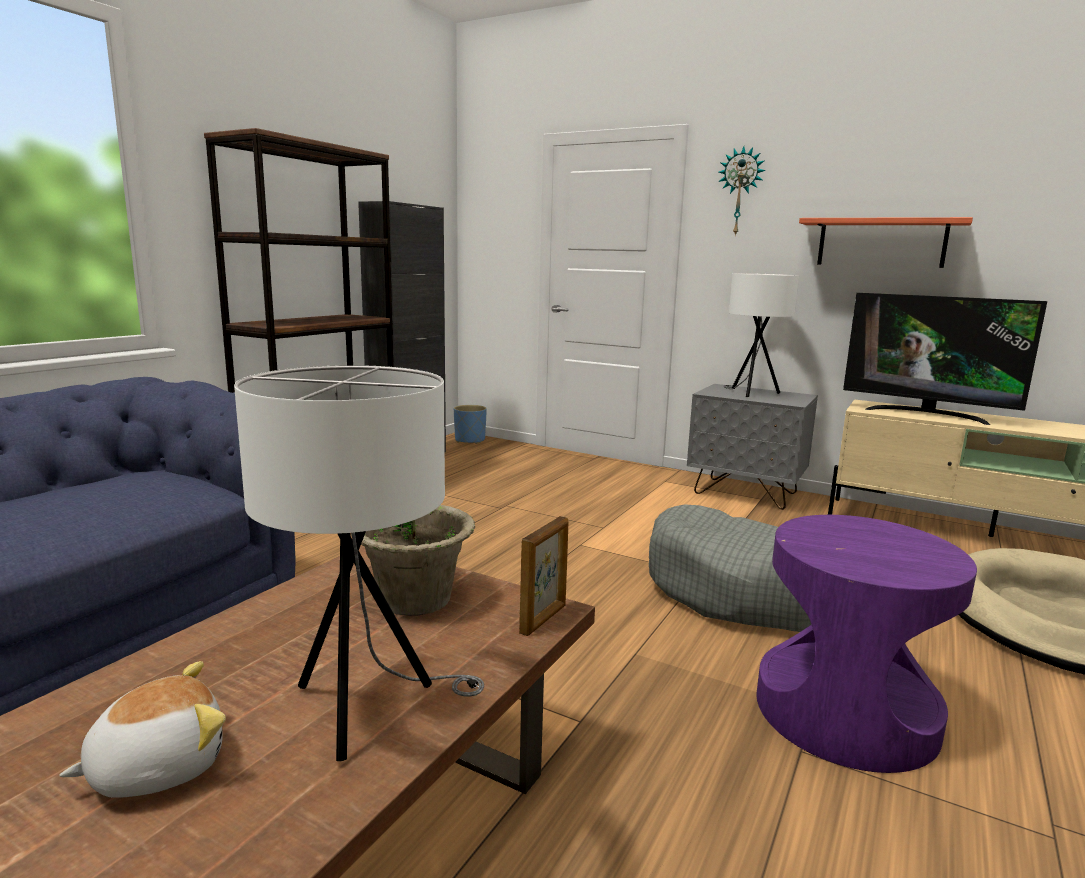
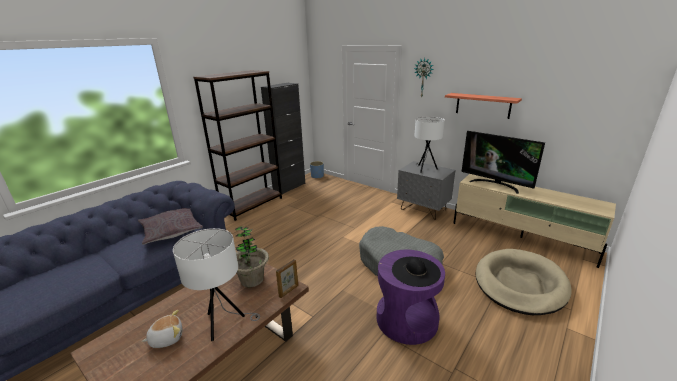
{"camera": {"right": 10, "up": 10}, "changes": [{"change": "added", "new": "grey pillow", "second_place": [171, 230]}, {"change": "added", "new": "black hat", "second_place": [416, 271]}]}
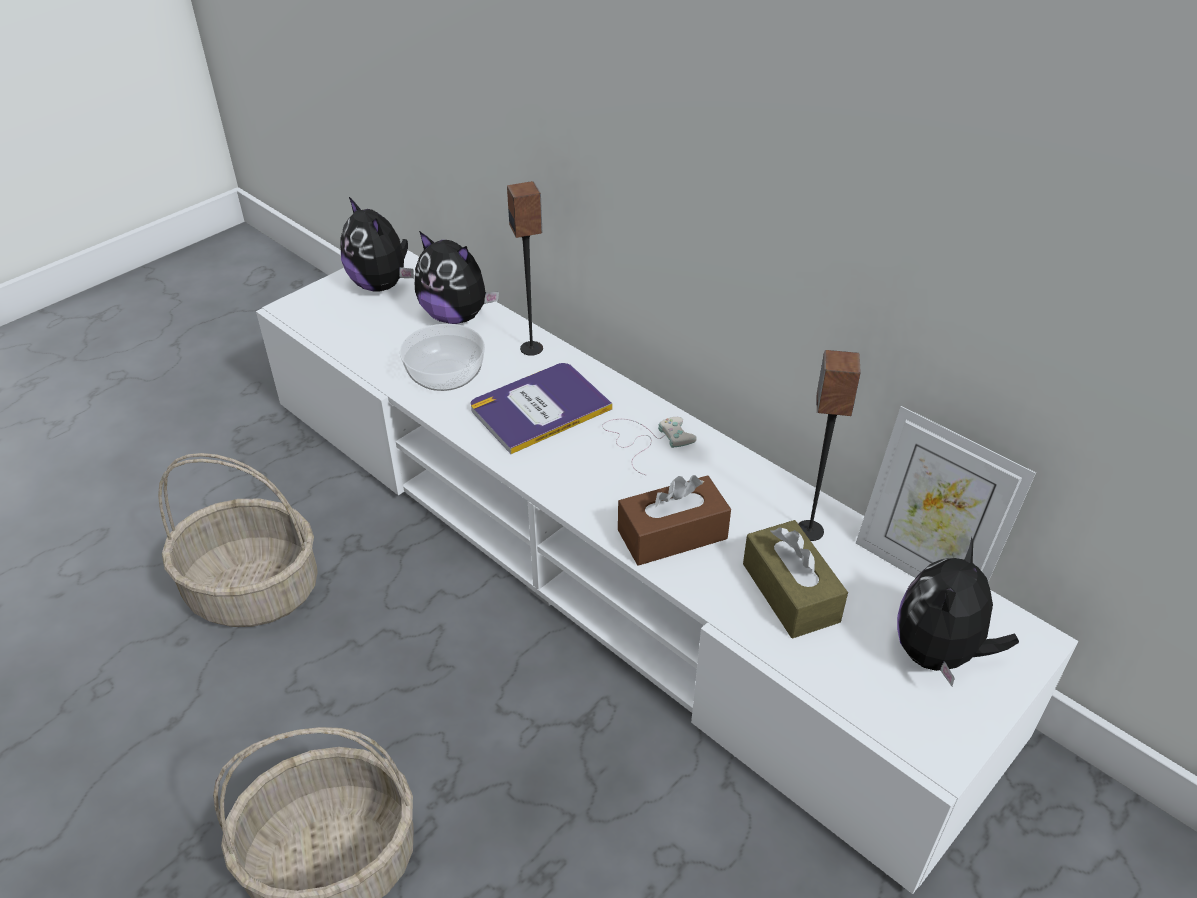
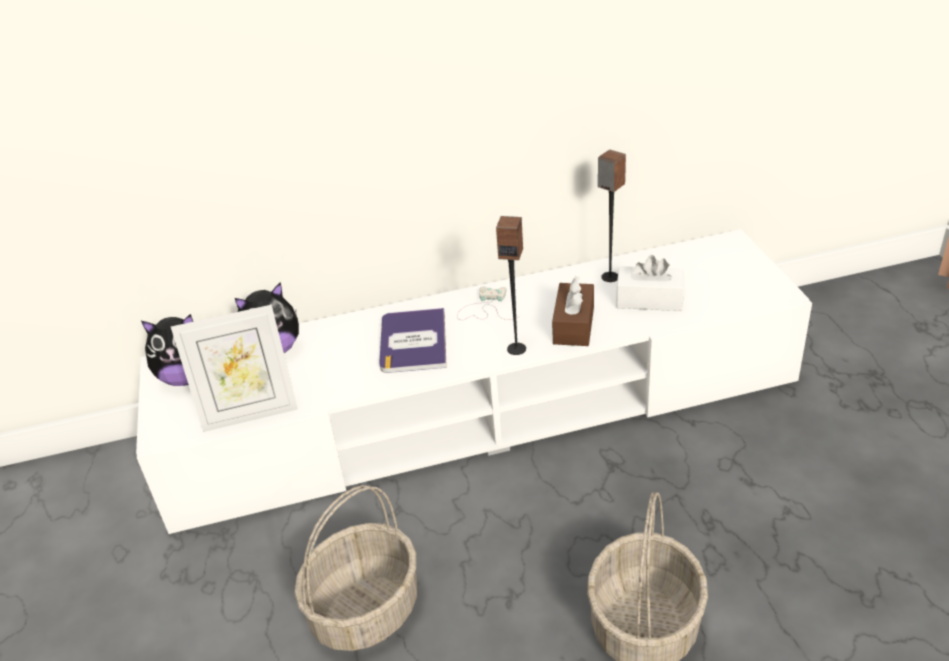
{"camera": {"right": -55, "up": -5}, "changes": [{"change": "moved", "old": "speaker", "first_place": [532, 348], "second_place": [516, 348]}, {"change": "removed", "old": "bowl", "first_place": [446, 375]}, {"change": "moved", "old": "picture frame", "first_place": [920, 568], "second_place": [250, 414]}, {"change": "recoloured", "old": "brown tissue box", "new": "white tissue box", "first_place": [790, 592], "second_place": [649, 299]}, {"change": "removed", "old": "plush toy", "first_place": [939, 654]}]}
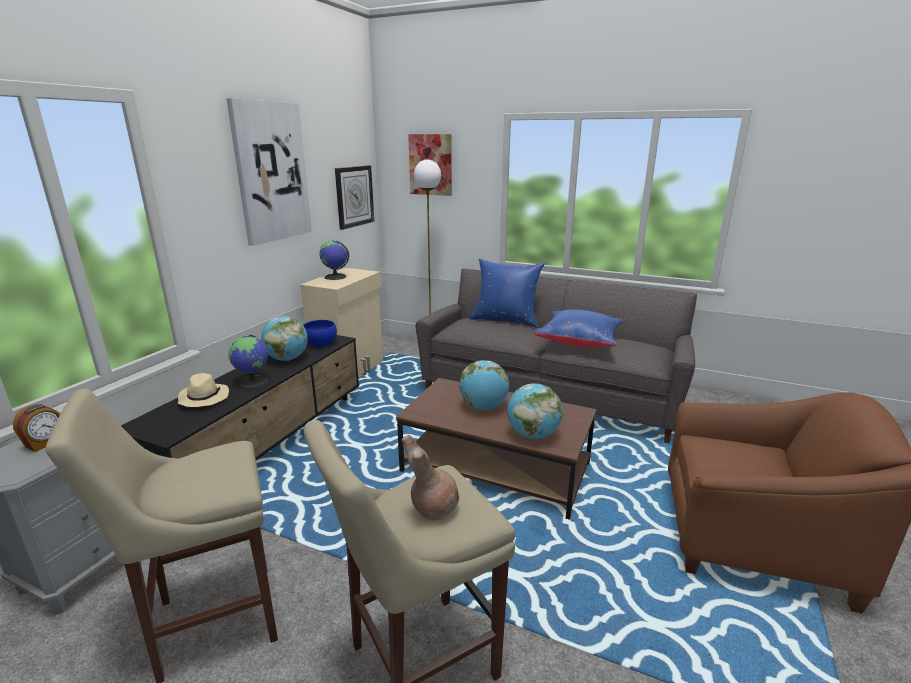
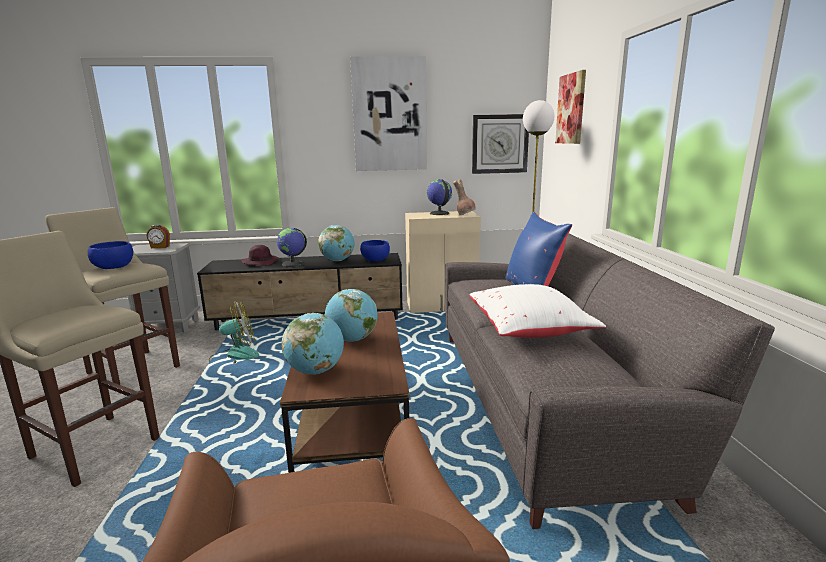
{"camera": {"right": 60, "up": -5}, "changes": [{"change": "recoloured", "old": "blue pillow", "new": "white pillow", "first_place": [579, 342], "second_place": [530, 330]}, {"change": "recoloured", "old": "beige hat", "new": "purple hat", "first_place": [203, 398], "second_place": [261, 262]}, {"change": "moved", "old": "brown vase", "first_place": [432, 509], "second_place": [465, 215]}, {"change": "added", "new": "blue bowl", "second_place": [113, 267]}, {"change": "added", "new": "fan", "second_place": [234, 356]}]}
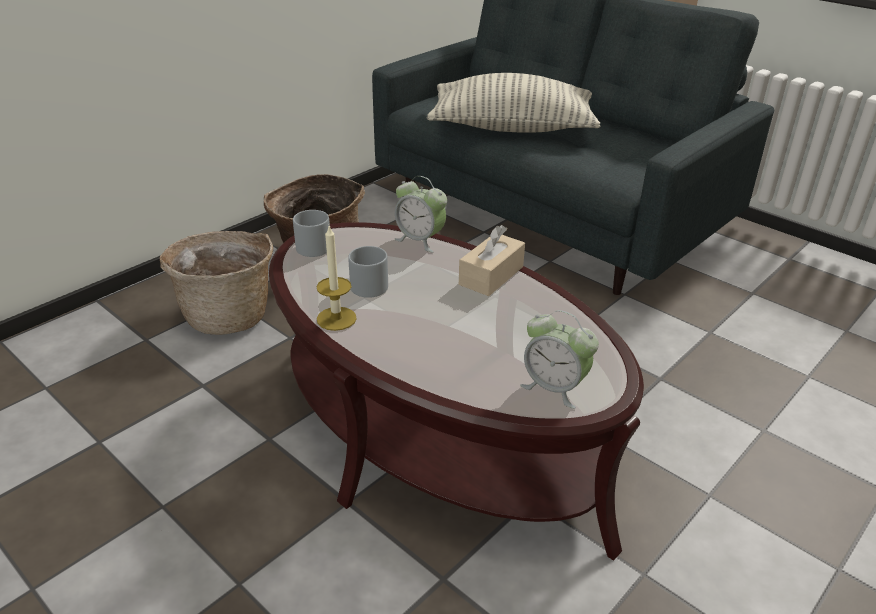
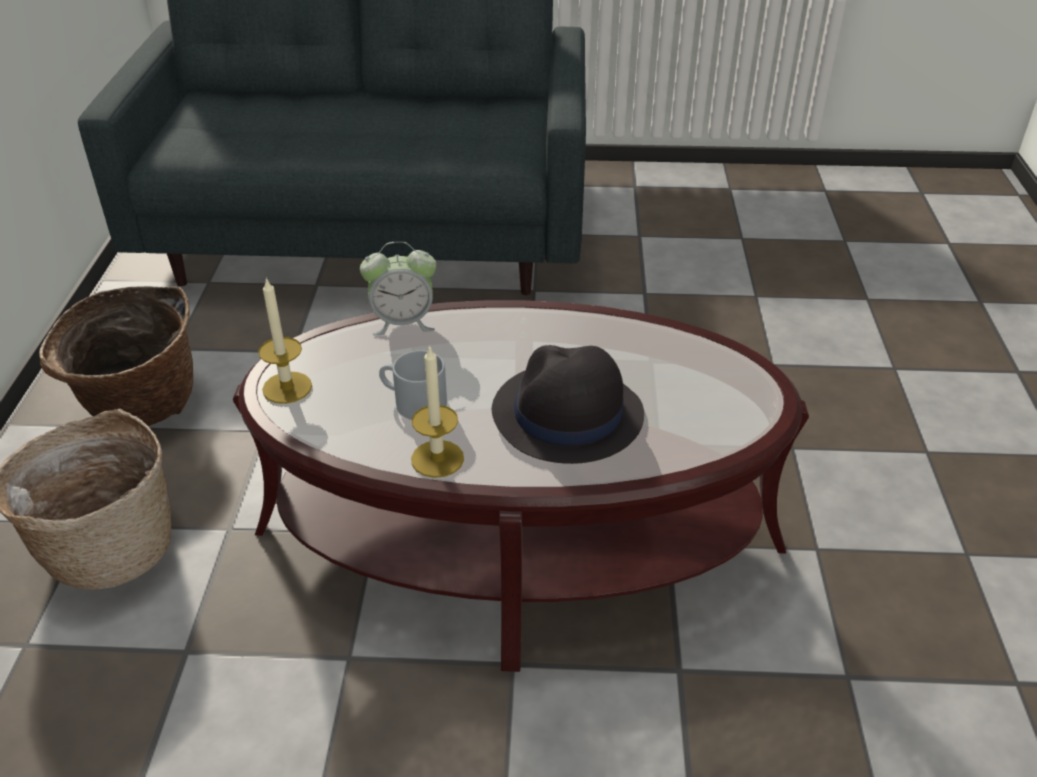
{"camera": {"right": -40, "up": 5}, "changes": [{"change": "removed", "old": "pillow", "first_place": [512, 128]}, {"change": "replaced", "old": "grey mug", "new": "candle", "first_place": [313, 245], "second_place": [287, 387]}, {"change": "removed", "old": "beige tissue box", "first_place": [491, 276]}, {"change": "removed", "old": "alarm clock", "first_place": [554, 388]}, {"change": "added", "new": "black hat", "second_place": [566, 415]}]}
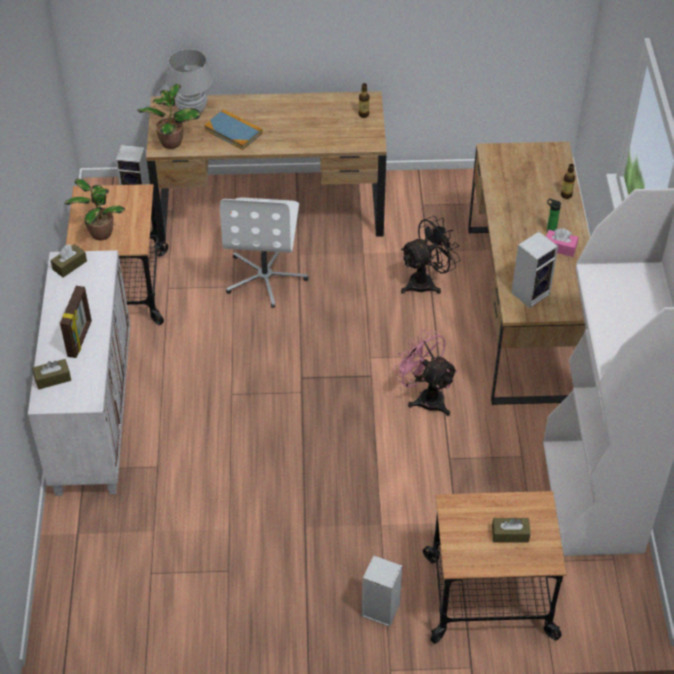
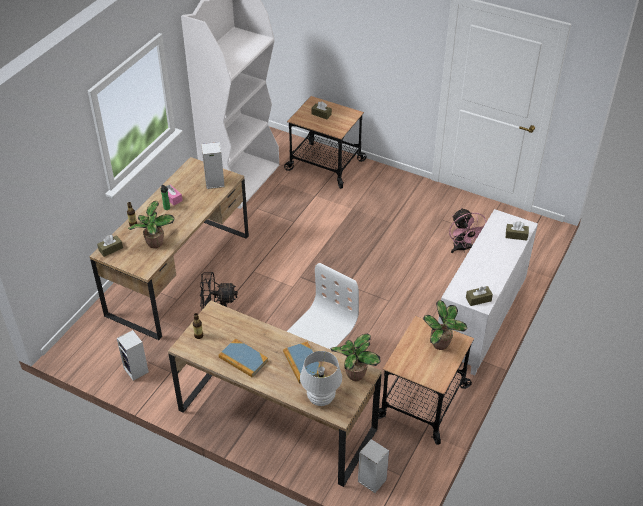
{"camera": {"right": -150, "up": -5}, "changes": [{"change": "removed", "old": "picture frame", "first_place": [80, 339]}, {"change": "moved", "old": "pink fan", "first_place": [425, 397], "second_place": [463, 249]}, {"change": "moved", "old": "speaker", "first_place": [379, 610], "second_place": [137, 371]}, {"change": "added", "new": "potted plant", "second_place": [154, 244]}, {"change": "added", "new": "brown tissue box", "second_place": [111, 249]}, {"change": "added", "new": "book", "second_place": [243, 359]}]}
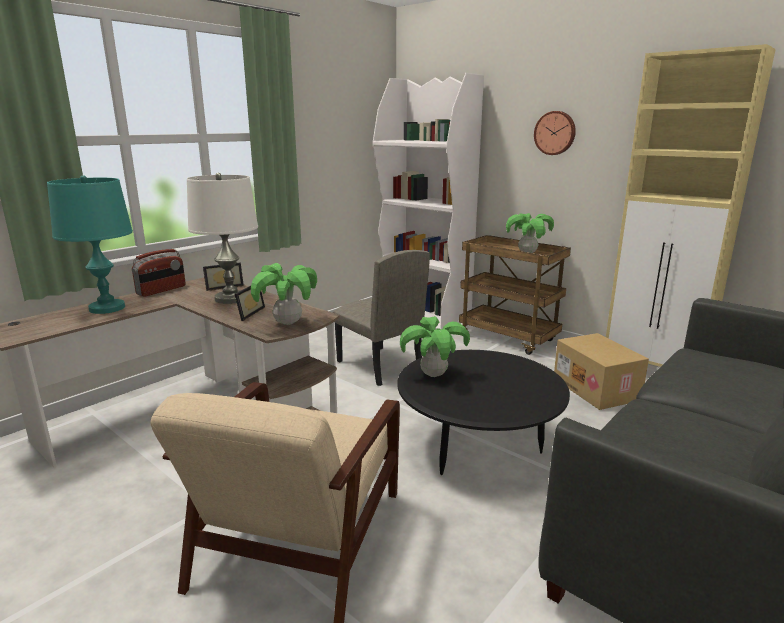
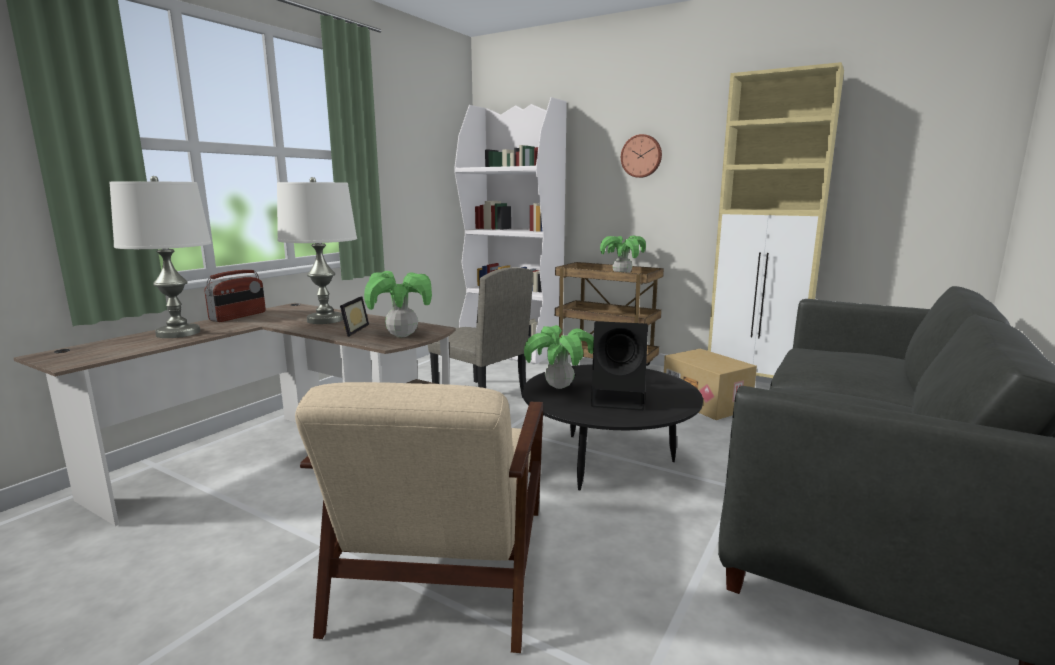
{"camera": {"right": -10, "up": -5}, "changes": [{"change": "recoloured", "old": "turquoise table lamp", "new": "white table lamp", "first_place": [107, 308], "second_place": [178, 333]}, {"change": "removed", "old": "picture frame", "first_place": [224, 286]}, {"change": "added", "new": "black speaker", "second_place": [620, 399]}]}
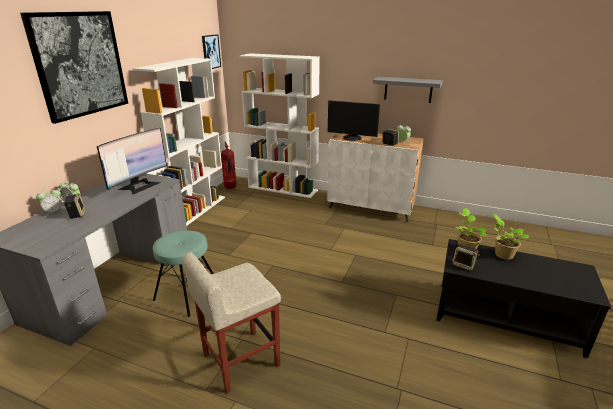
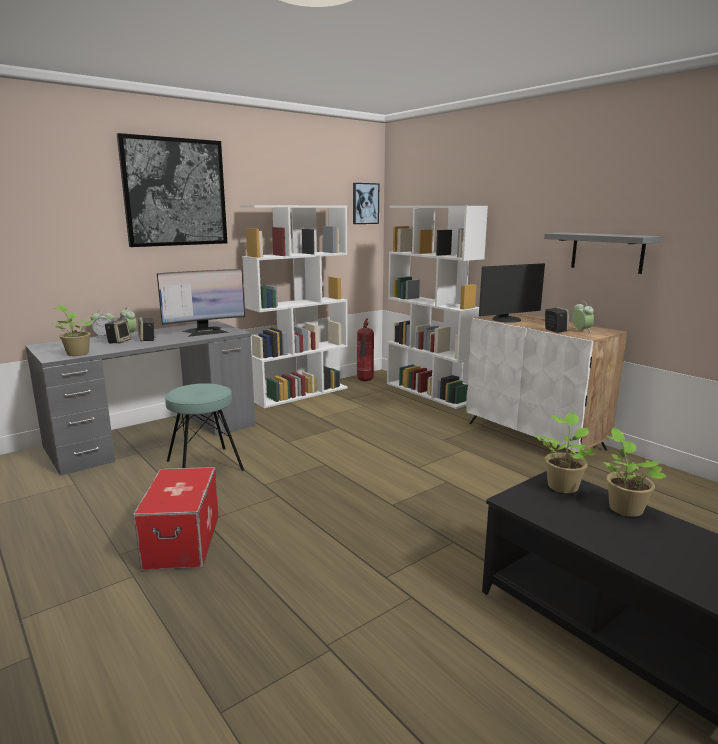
{"camera": {"right": 30, "up": -10}, "changes": [{"change": "turned", "old": "monitor", "first_place": [352, 138], "second_place": [507, 320], "degrees": -75}, {"change": "moved", "old": "speaker", "first_place": [464, 265], "second_place": [147, 339]}, {"change": "replaced", "old": "beige stool", "new": "storage box", "first_place": [240, 360], "second_place": [182, 541]}, {"change": "added", "new": "potted plant", "second_place": [76, 353]}]}
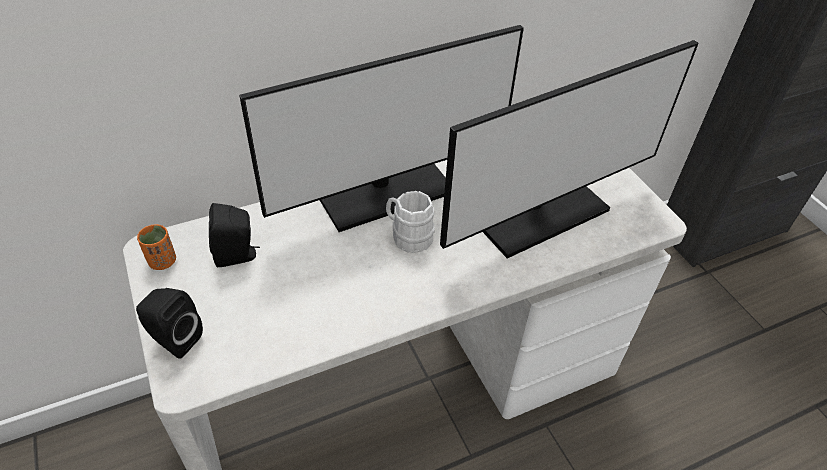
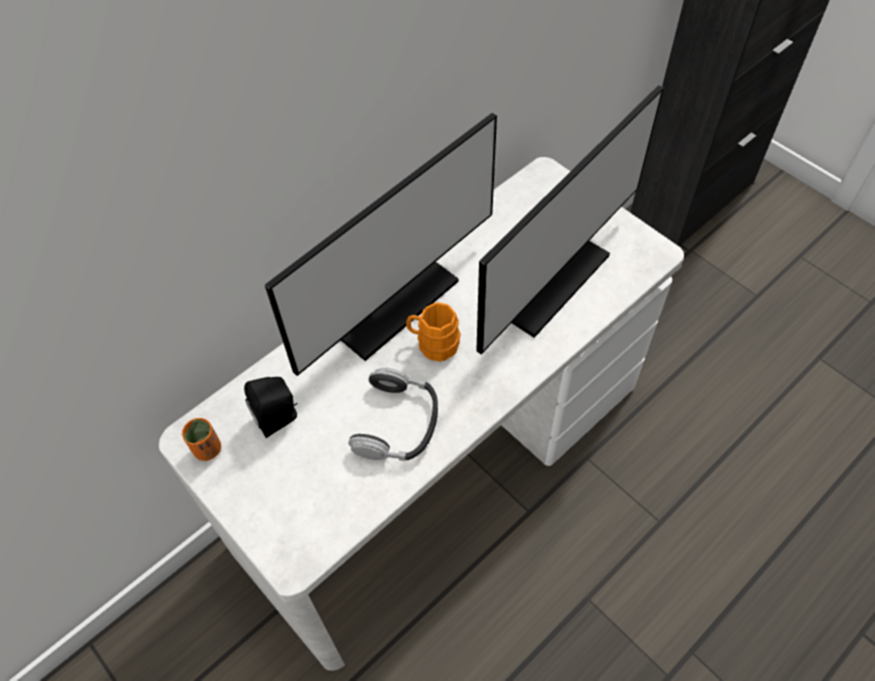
{"camera": {"right": -15, "up": 10}, "changes": [{"change": "recoloured", "old": "white mug", "new": "orange mug", "first_place": [408, 236], "second_place": [433, 344]}, {"change": "removed", "old": "black speaker", "first_place": [174, 339]}, {"change": "added", "new": "headphones", "second_place": [398, 423]}]}
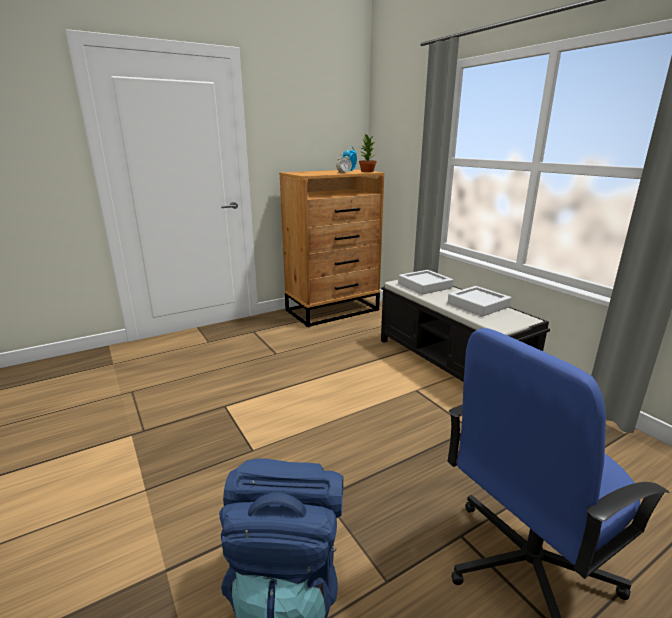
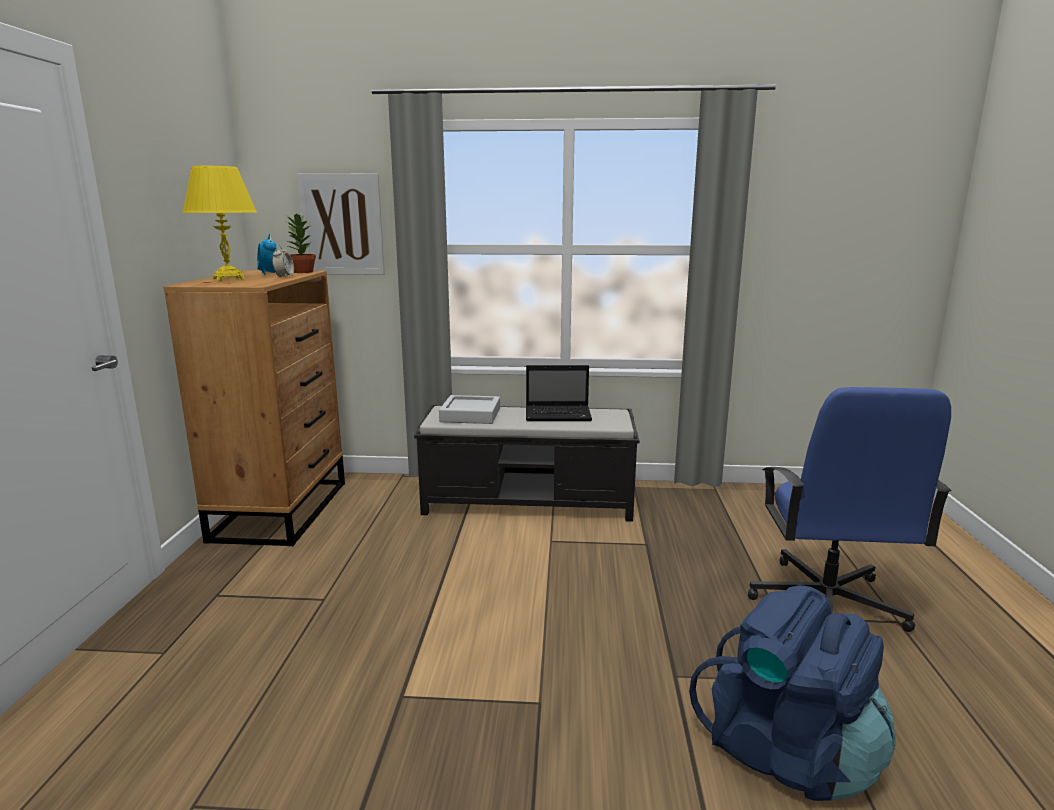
{"camera": {"right": -55, "up": -5}, "changes": [{"change": "replaced", "old": "grey tray", "new": "laptop", "first_place": [478, 305], "second_place": [559, 415]}, {"change": "added", "new": "yellow table lamp", "second_place": [228, 279]}, {"change": "added", "new": "picture", "second_place": [342, 225]}]}
